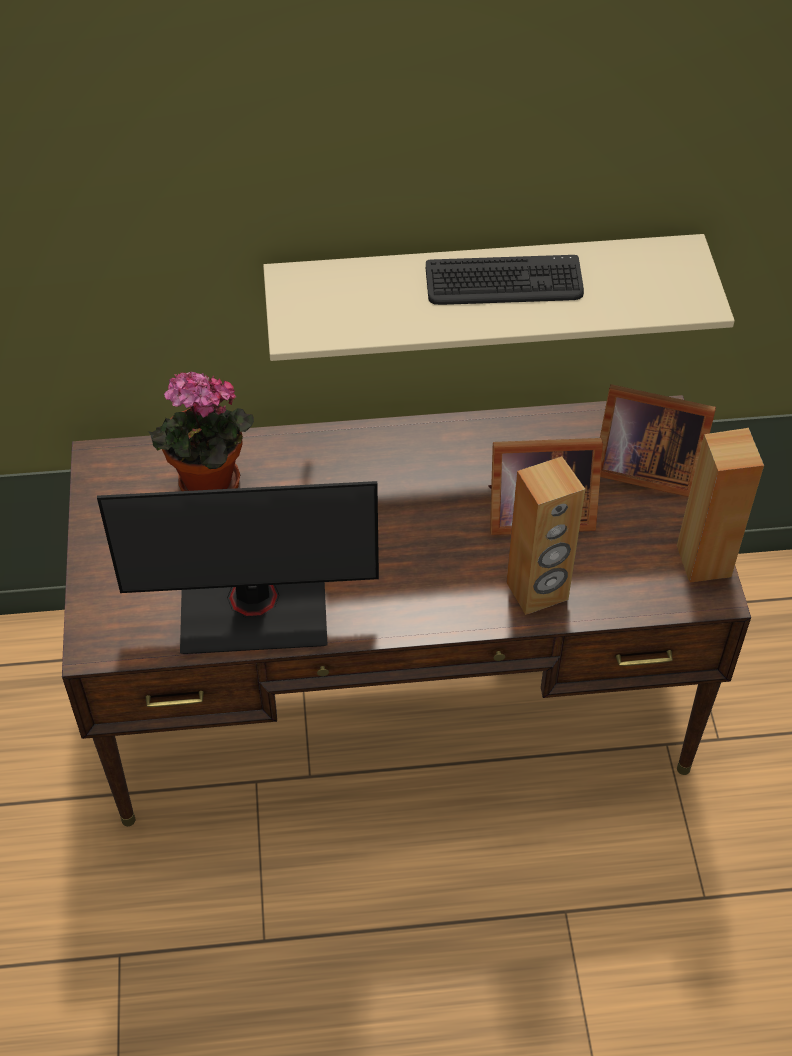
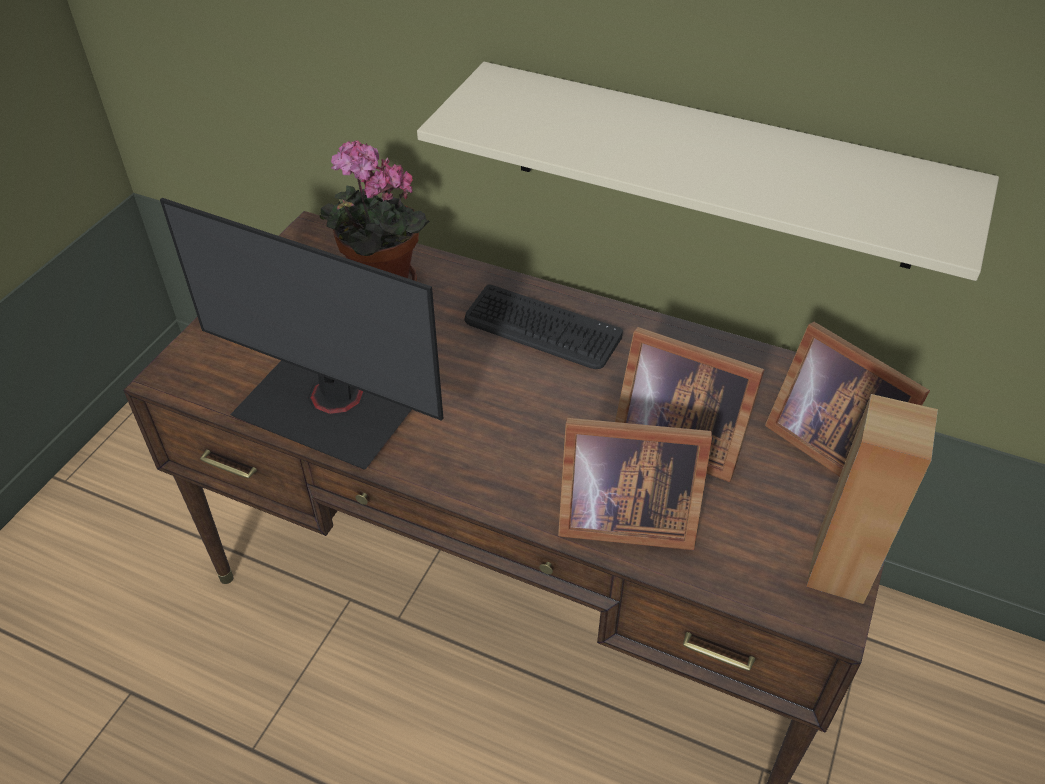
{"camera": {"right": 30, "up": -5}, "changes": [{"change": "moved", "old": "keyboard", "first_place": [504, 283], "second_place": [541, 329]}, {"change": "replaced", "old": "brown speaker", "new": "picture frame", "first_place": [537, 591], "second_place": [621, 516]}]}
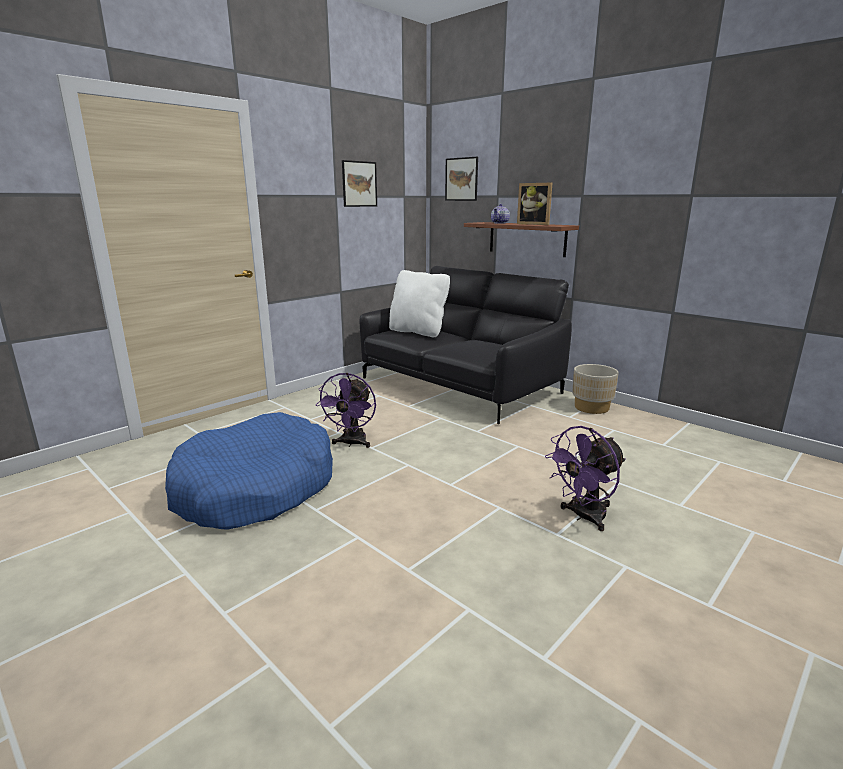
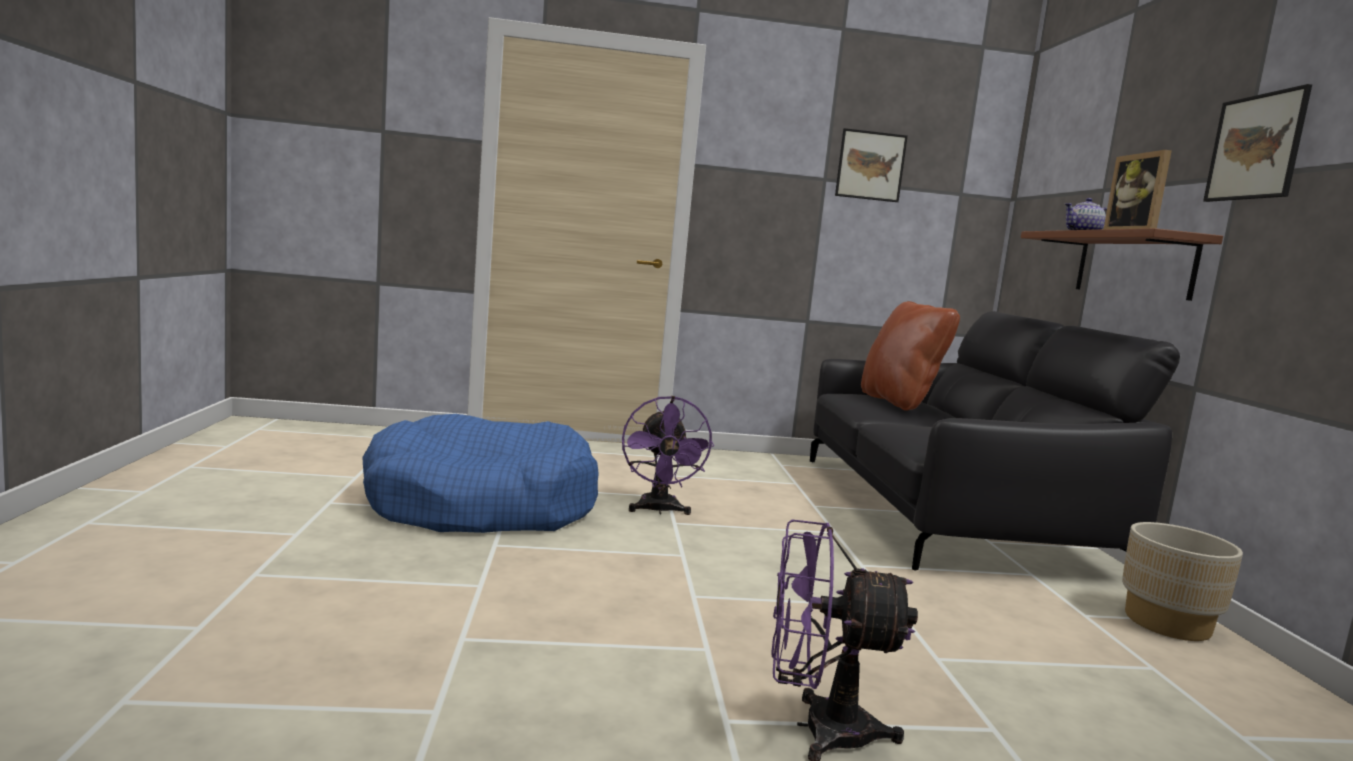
{"camera": {"right": 40, "up": -10}, "changes": [{"change": "moved", "old": "picture", "first_place": [461, 179], "second_place": [1256, 147]}, {"change": "recoloured", "old": "white pillow", "new": "brown pillow", "first_place": [418, 332], "second_place": [899, 402]}, {"change": "turned", "old": "purple fan", "first_place": [351, 443], "second_place": [659, 511], "degrees": -60}]}
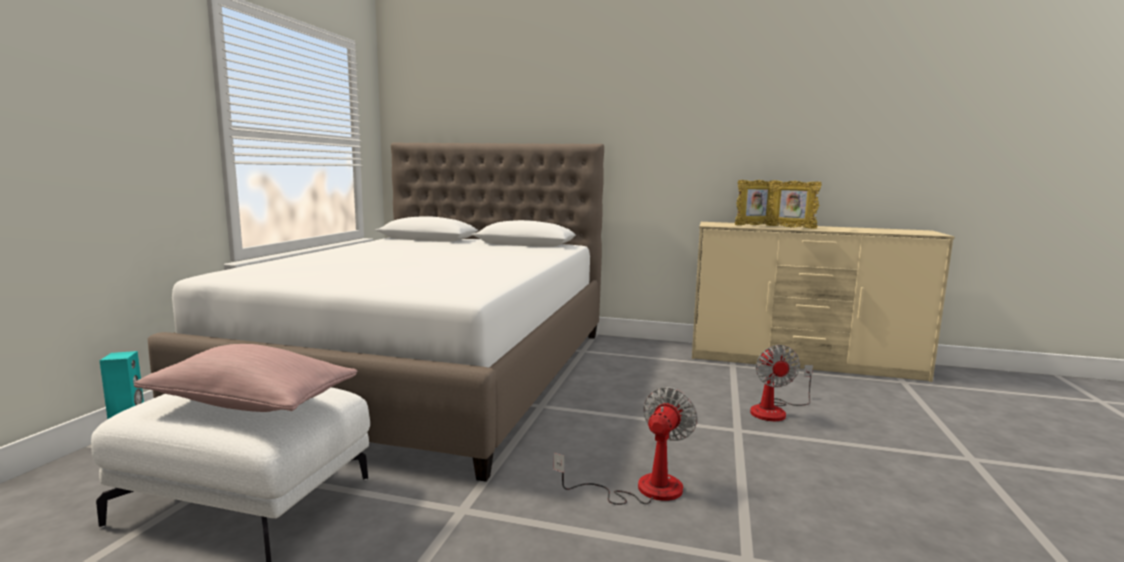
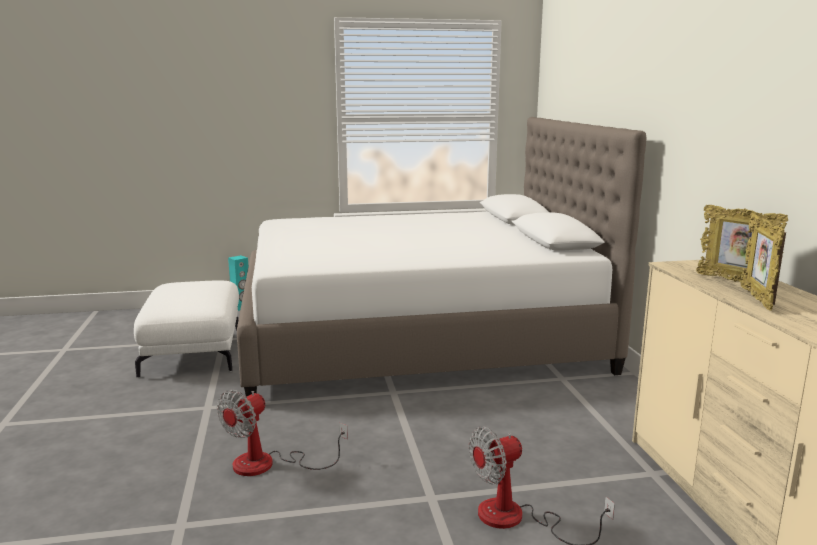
{"camera": {"right": 65, "up": 5}, "changes": [{"change": "removed", "old": "pink pillow", "first_place": [252, 404]}, {"change": "turned", "old": "fan", "first_place": [643, 489], "second_place": [268, 464], "degrees": 120}]}
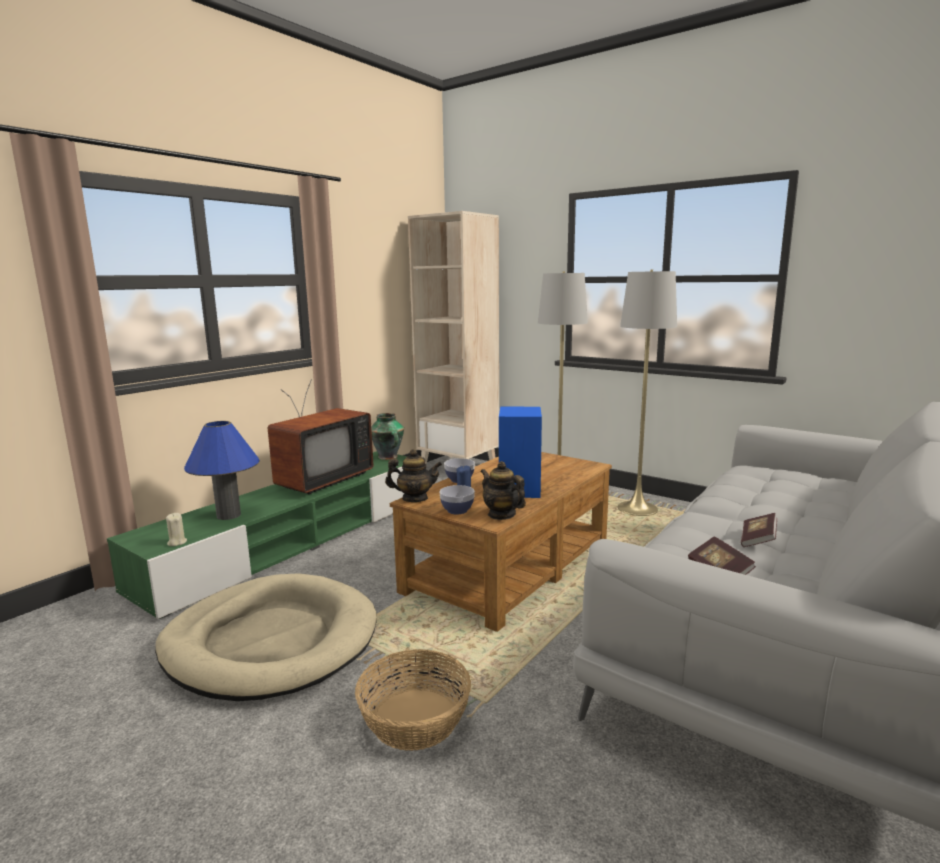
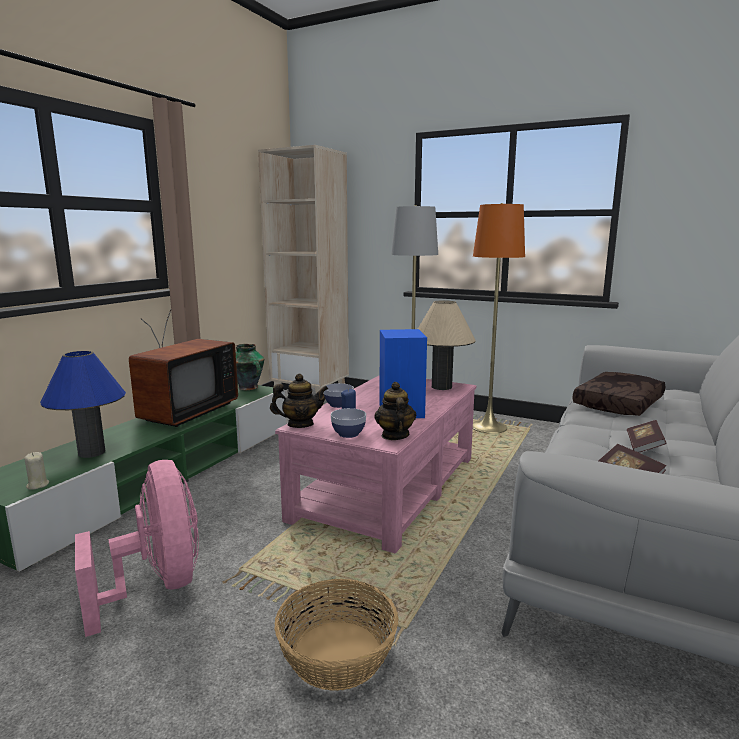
{"camera": {"right": -10, "up": 0}, "changes": [{"change": "recoloured", "old": "grey floor lamp", "new": "orange floor lamp", "first_place": [637, 509], "second_place": [488, 428]}, {"change": "recoloured", "old": "brown coffee table", "new": "pink coffee table", "first_place": [508, 566], "second_place": [386, 487]}, {"change": "turned", "old": "teapot", "first_place": [501, 515], "second_place": [394, 435], "degrees": 45}, {"change": "replaced", "old": "beige dog bed", "new": "pink fan", "first_place": [271, 641], "second_place": [157, 585]}, {"change": "added", "new": "beige table lamp", "second_place": [441, 387]}, {"change": "added", "new": "brown pillow", "second_place": [619, 404]}]}
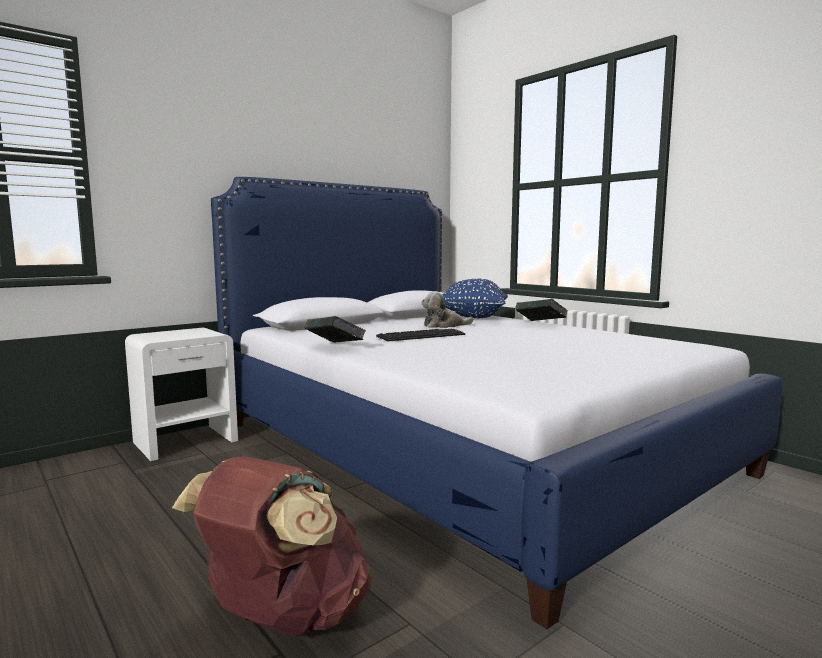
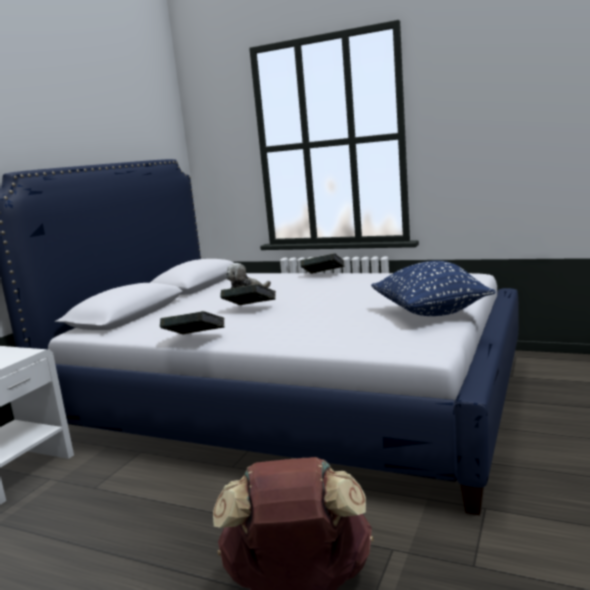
{"camera": {"right": -25, "up": 5}, "changes": [{"change": "moved", "old": "blue pillow", "first_place": [472, 317], "second_place": [430, 313]}, {"change": "replaced", "old": "keyboard", "new": "book", "first_place": [421, 335], "second_place": [250, 309]}]}
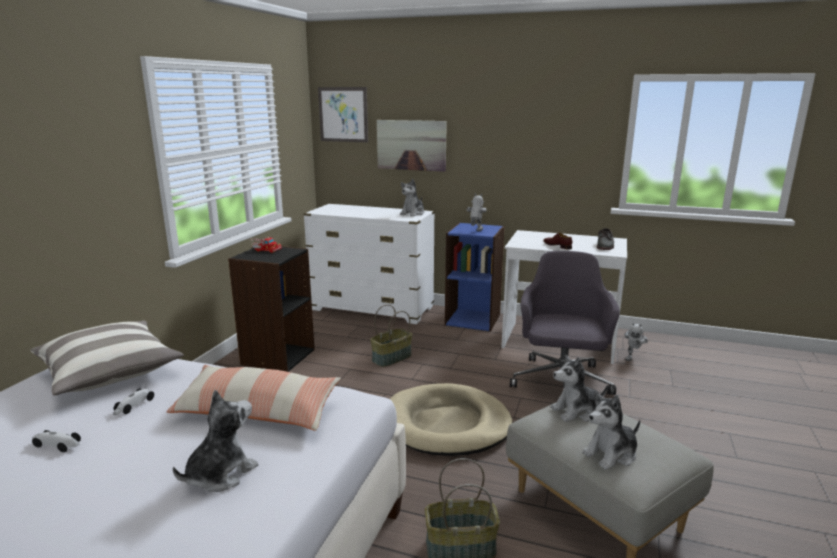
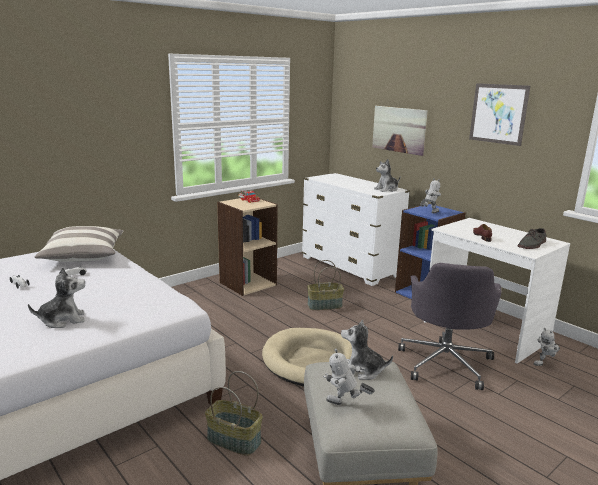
{"camera": {"right": 30, "up": 0}, "changes": [{"change": "moved", "old": "picture", "first_place": [343, 114], "second_place": [498, 113]}, {"change": "recoloured", "old": "black bookcase", "new": "beige bookcase", "first_place": [277, 356], "second_place": [247, 283]}, {"change": "turned", "old": "grey office chair", "first_place": [561, 382], "second_place": [445, 362], "degrees": 150}, {"change": "removed", "old": "pillow", "first_place": [257, 411]}, {"change": "replaced", "old": "plush toy", "new": "toy robot", "first_place": [611, 454], "second_place": [345, 406]}]}
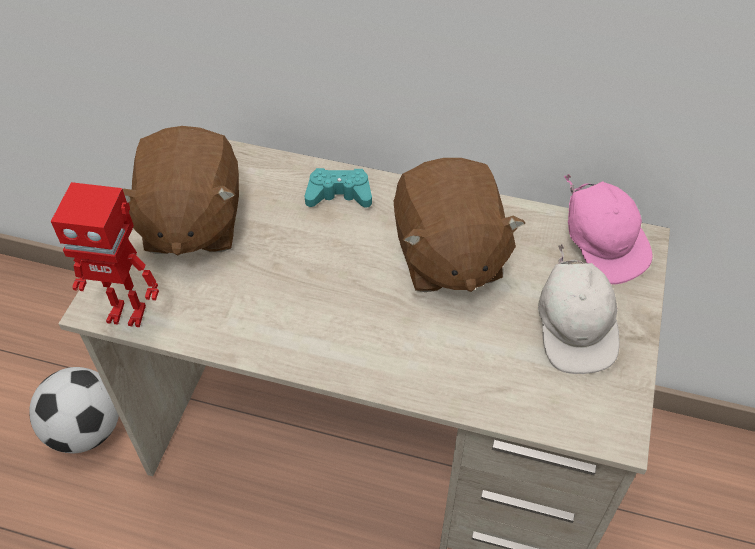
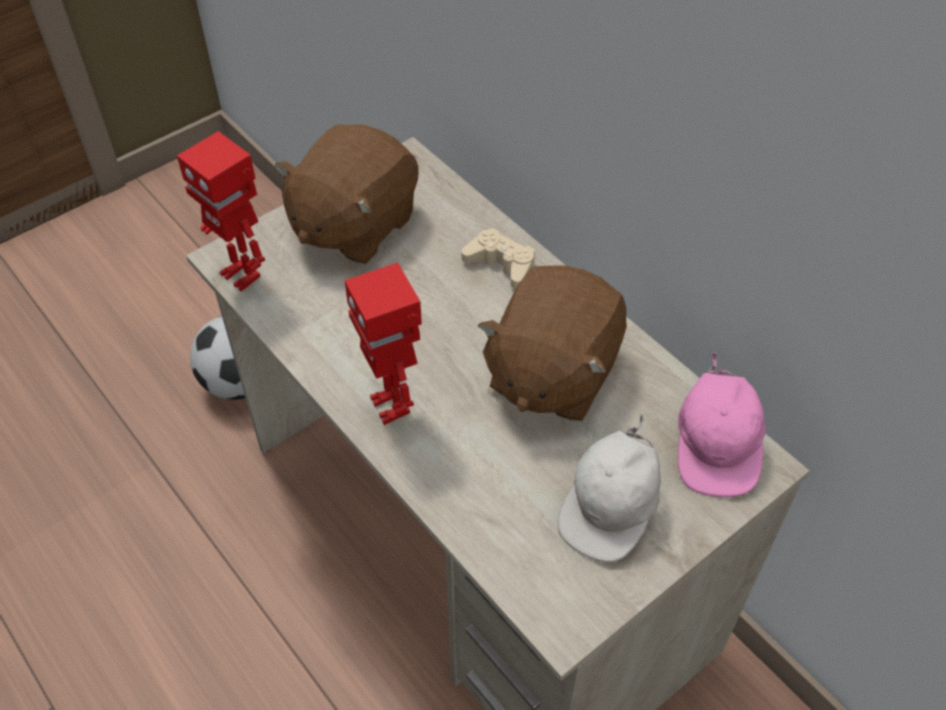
{"camera": {"right": 35, "up": 0}, "changes": [{"change": "recoloured", "old": "turquoise game controller", "new": "beige game controller", "first_place": [339, 194], "second_place": [501, 264]}, {"change": "added", "new": "toy robot", "second_place": [392, 405]}]}
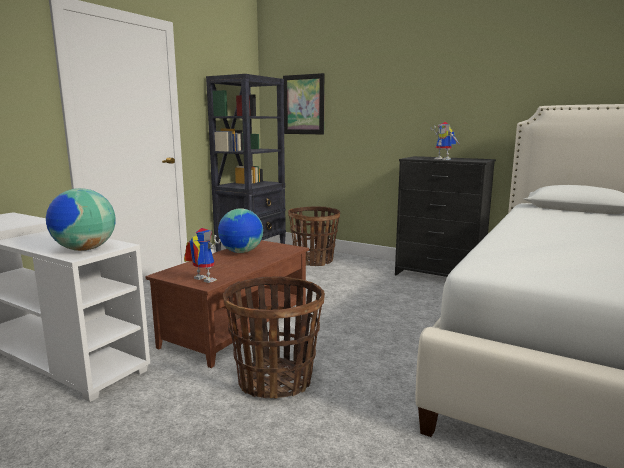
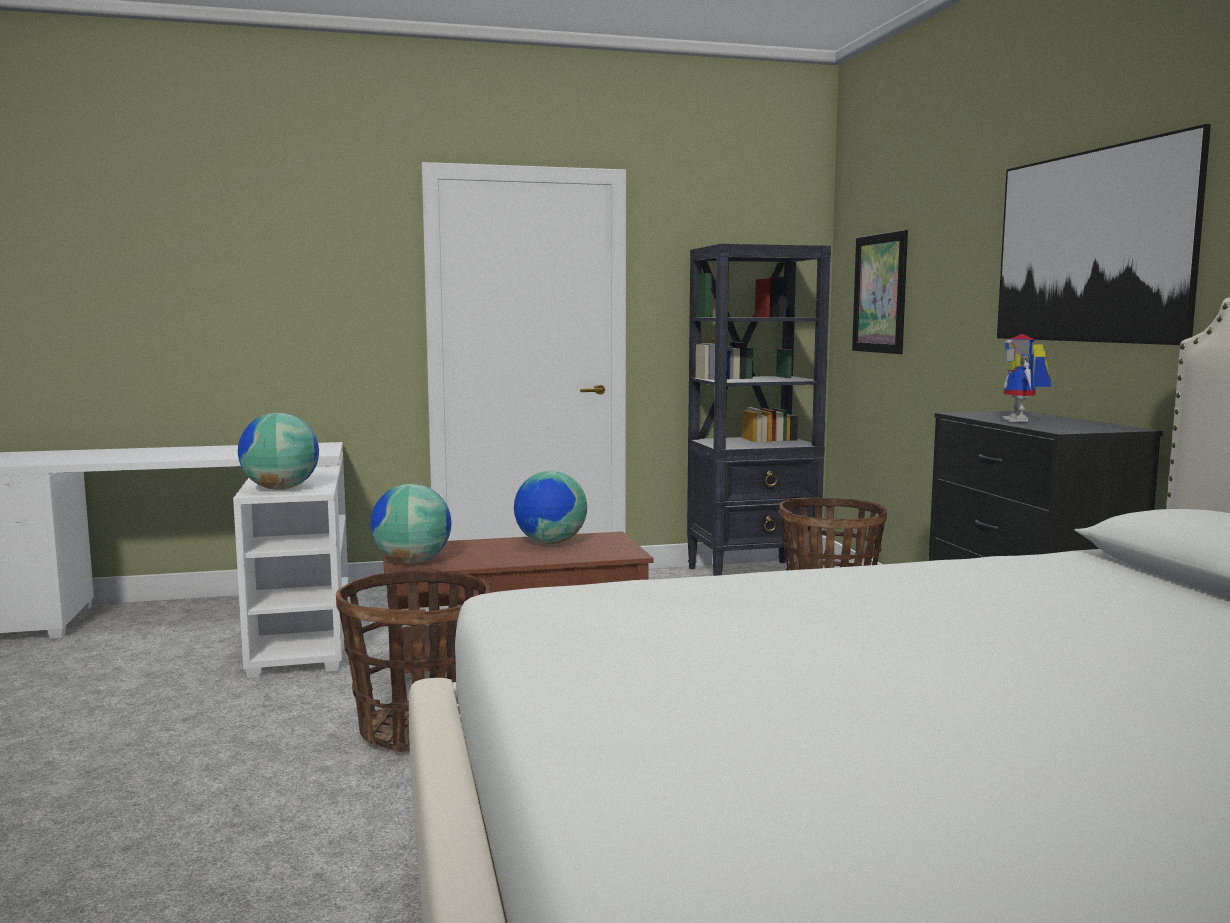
{"camera": {"right": 45, "up": -5}, "changes": [{"change": "replaced", "old": "toy robot", "new": "globe", "first_place": [200, 280], "second_place": [411, 562]}, {"change": "added", "new": "picture", "second_place": [1090, 247]}]}
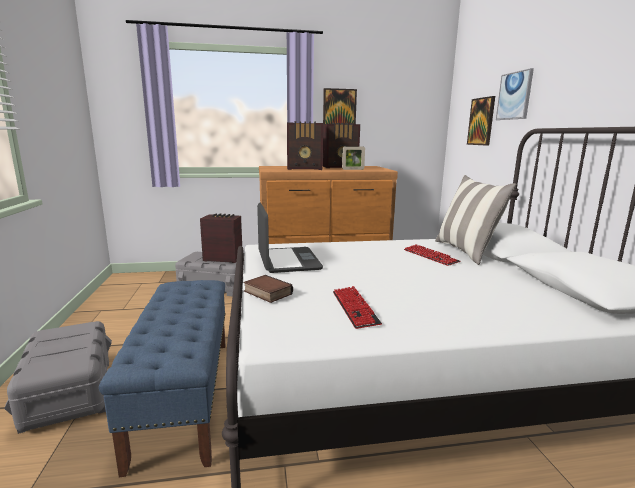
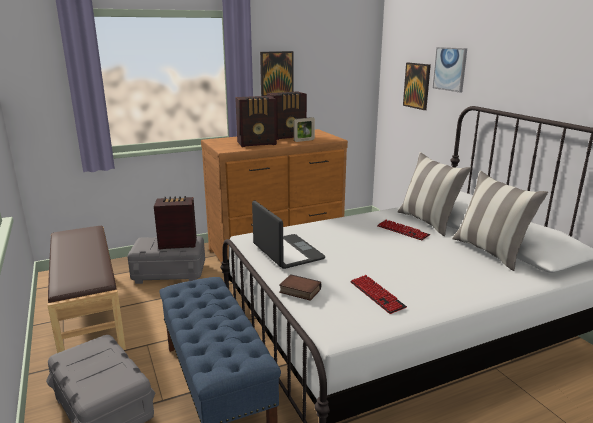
{"camera": {"right": -15, "up": 5}, "changes": [{"change": "added", "new": "pillow", "second_place": [490, 252]}, {"change": "added", "new": "brown bench", "second_place": [88, 312]}]}
